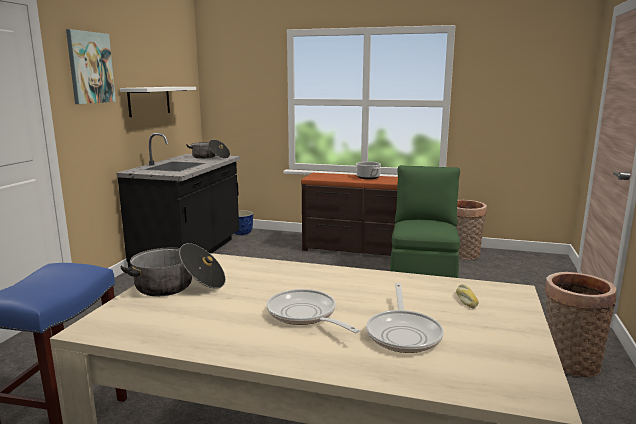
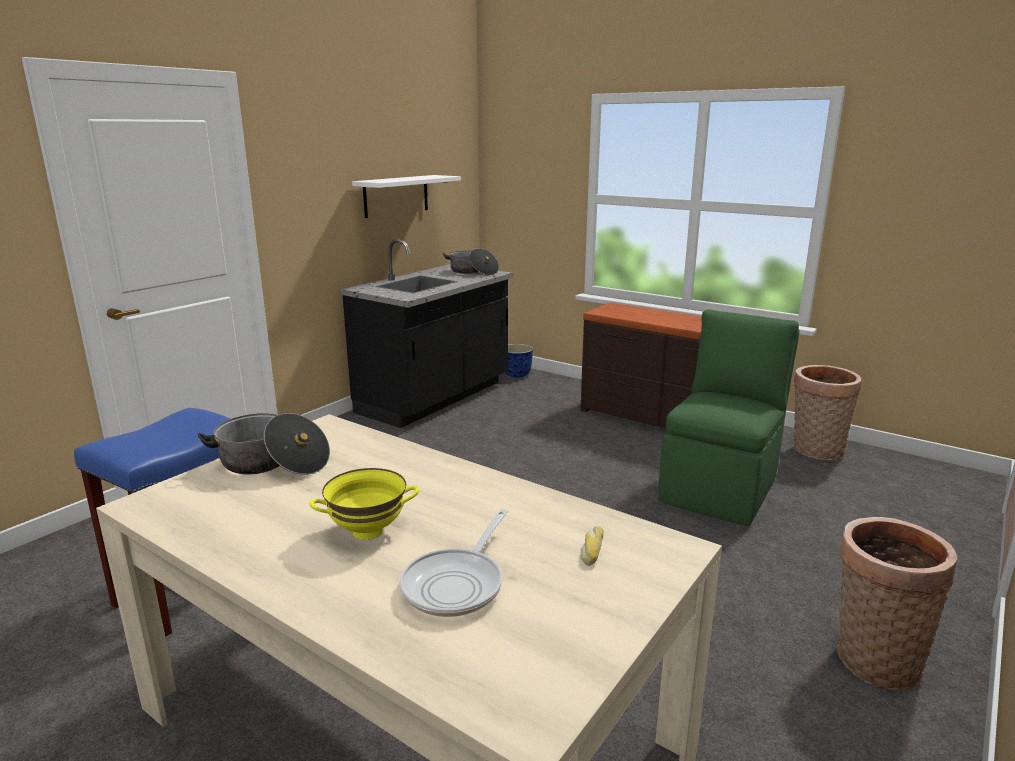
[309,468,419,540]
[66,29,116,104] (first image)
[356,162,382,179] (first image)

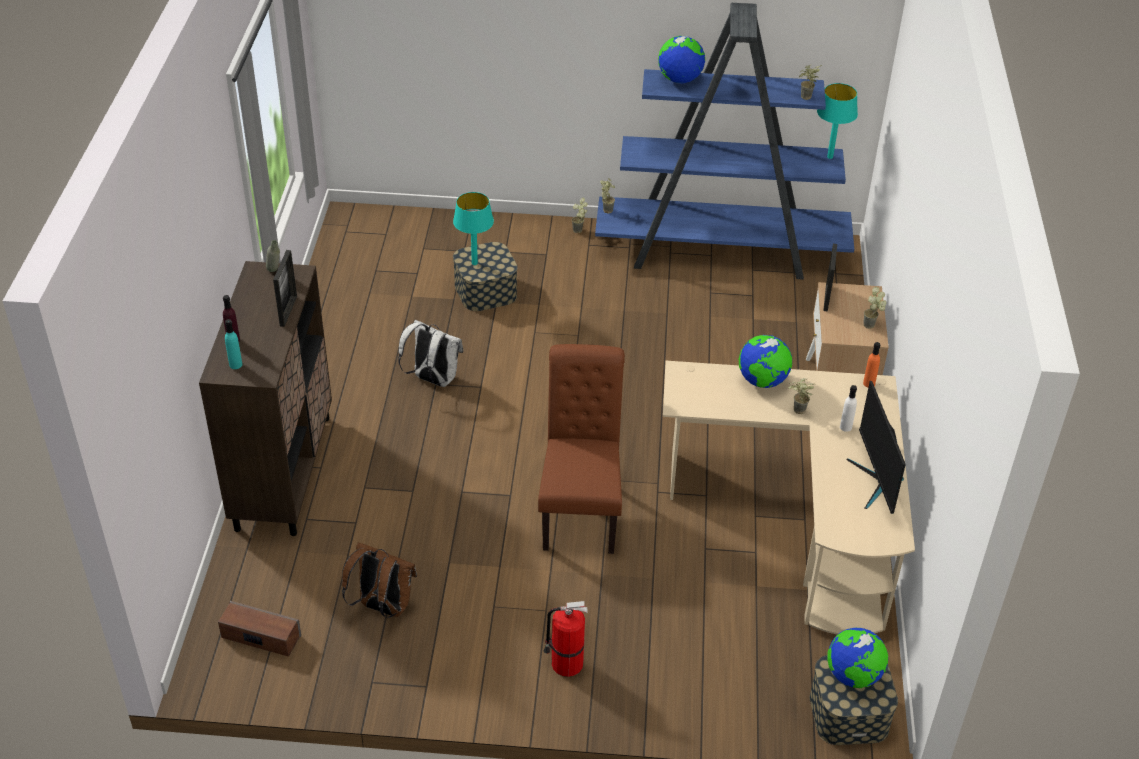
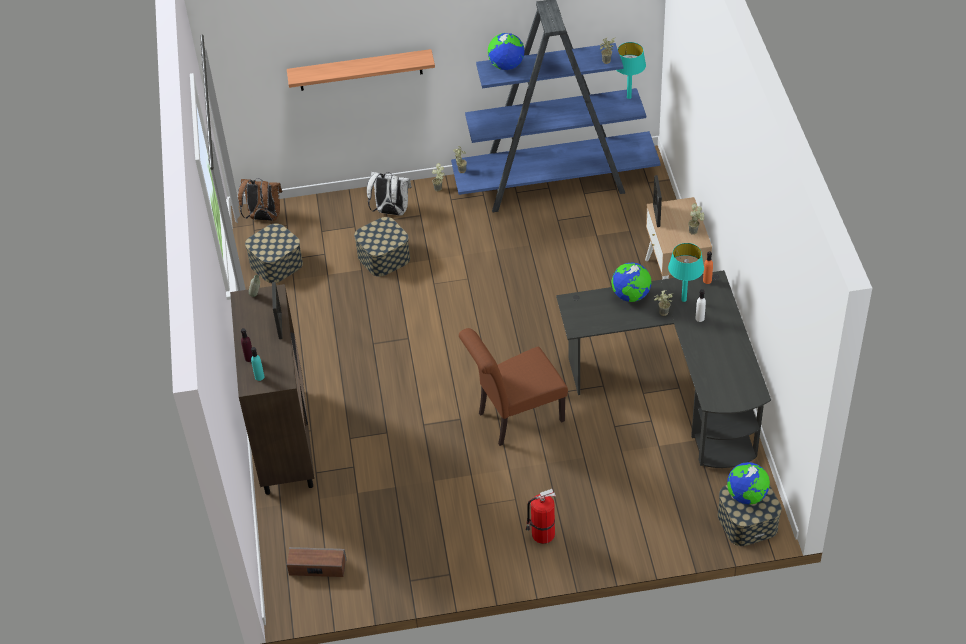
[238,178,282,221]
[245,223,303,283]
[287,49,435,91]
[367,172,411,216]
[459,328,568,446]
[556,270,771,468]
[668,243,704,302]
[847,381,906,514] (first image)

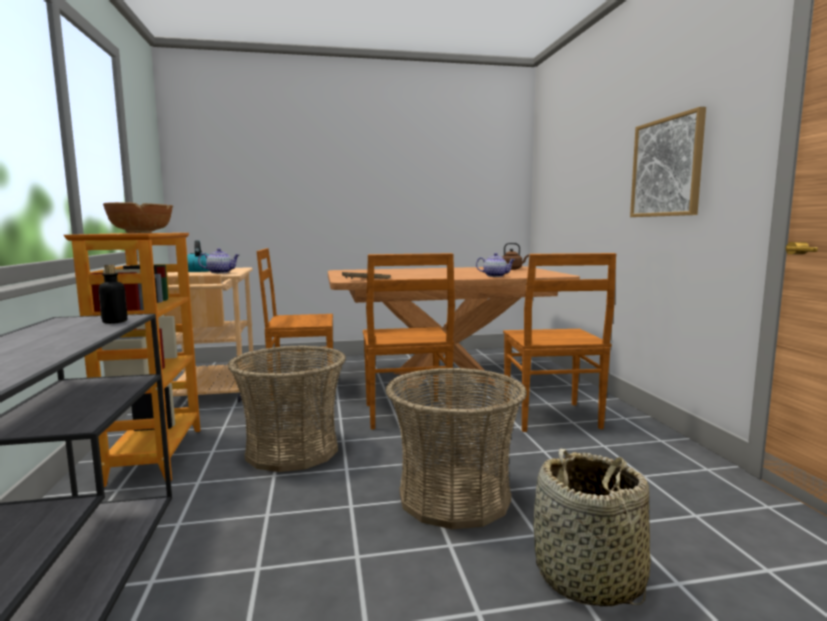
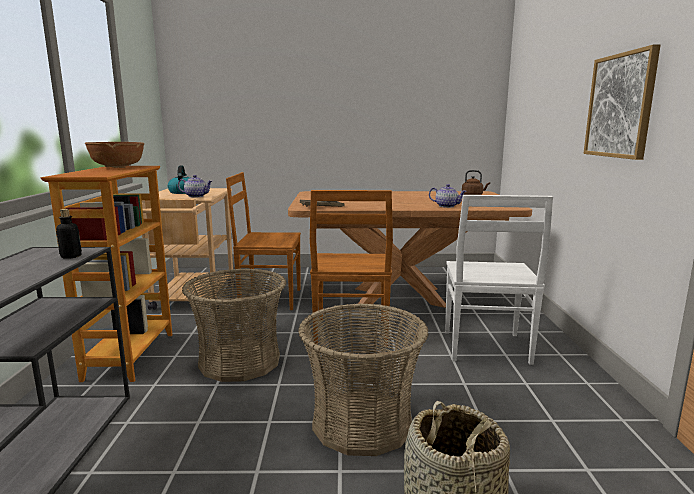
[445,195,553,365]

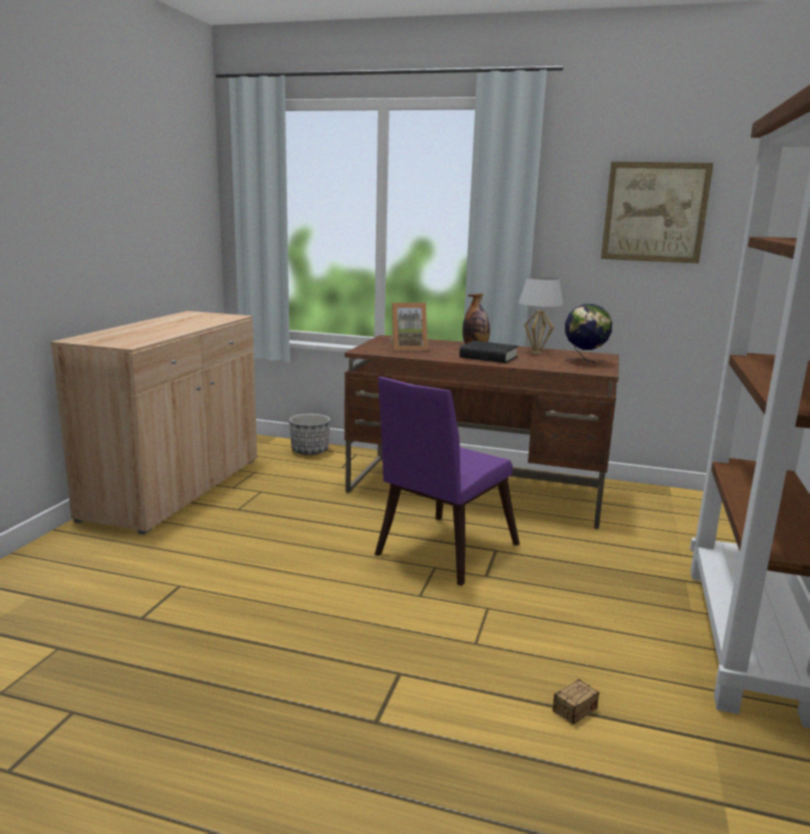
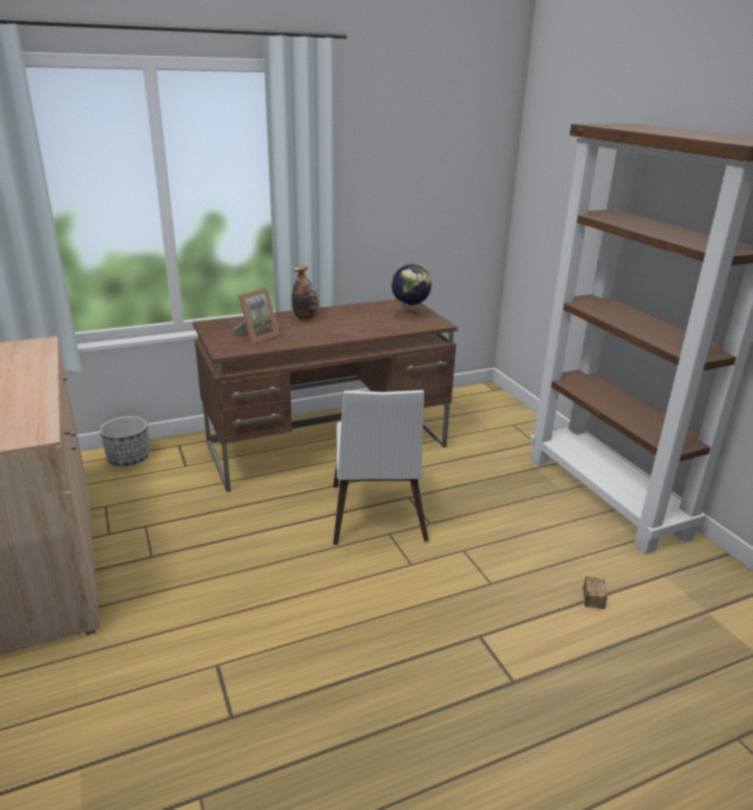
[333,390,429,545]
[459,341,518,363] (first image)
[518,277,564,354] (first image)
[601,162,713,264] (first image)

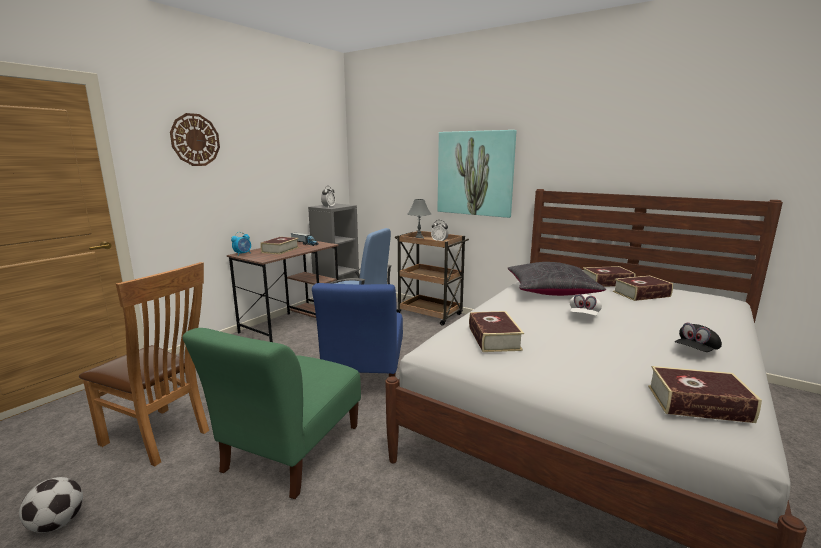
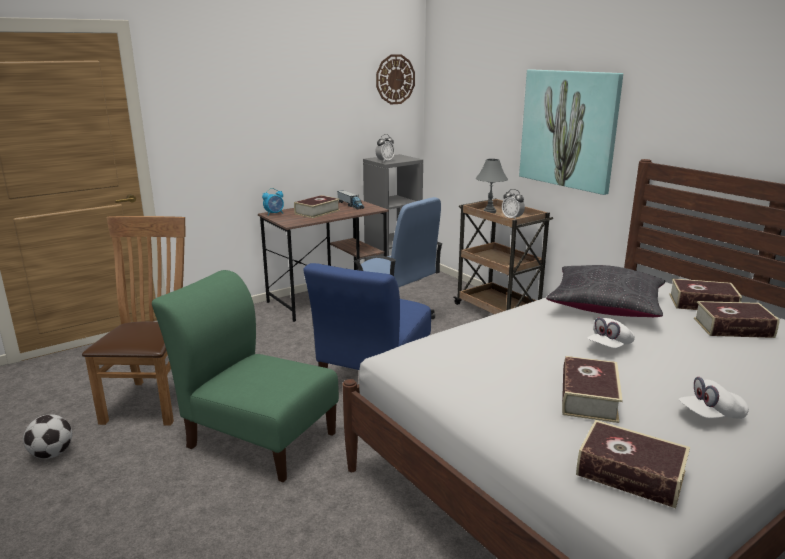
[82,216,186,426]
[152,270,339,483]
[376,54,415,105]
[562,356,623,423]
[679,377,749,419]

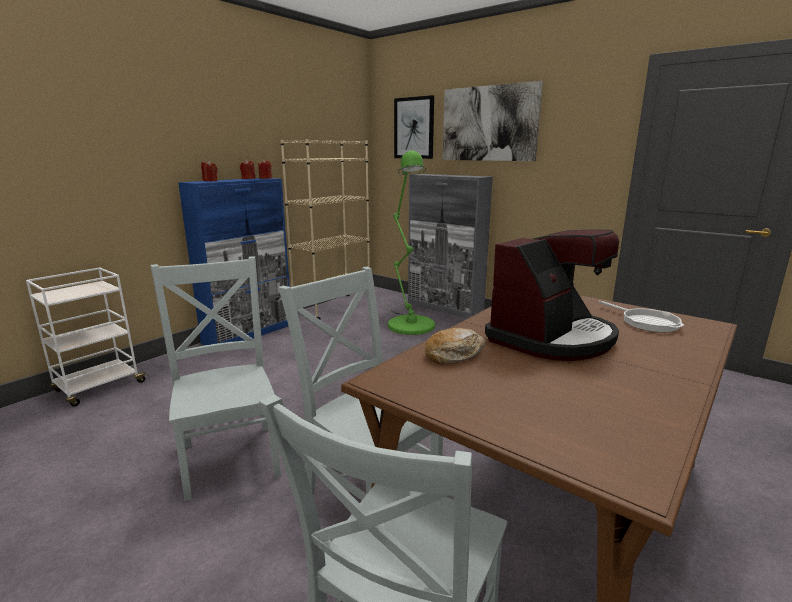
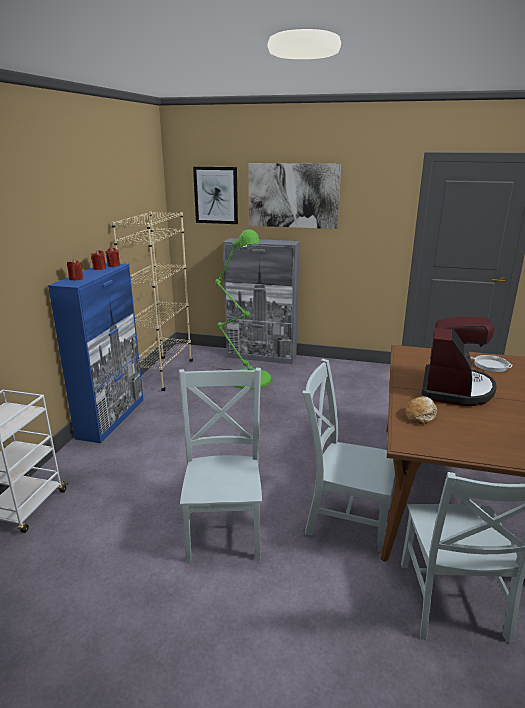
[179,368,262,562]

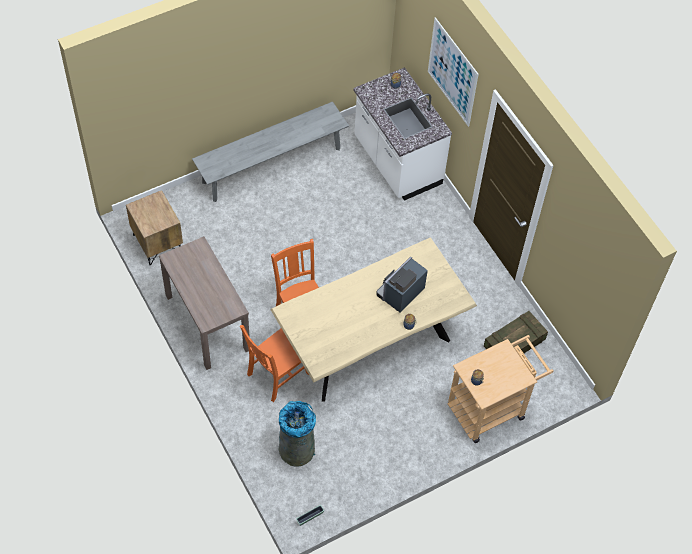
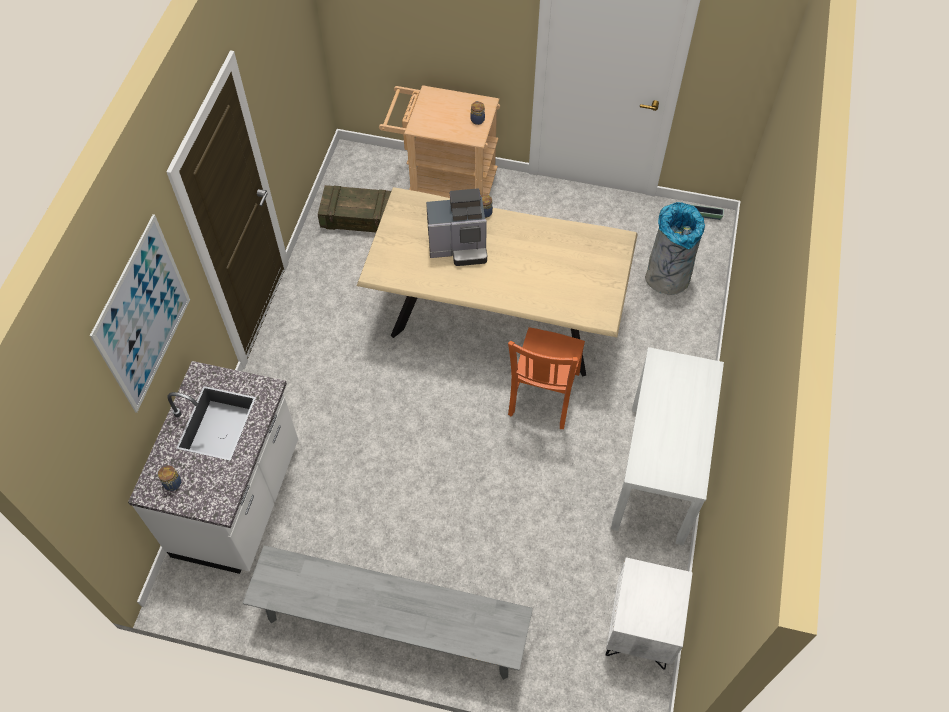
[606,557,693,670]
[611,347,724,545]
[240,325,309,402] (first image)

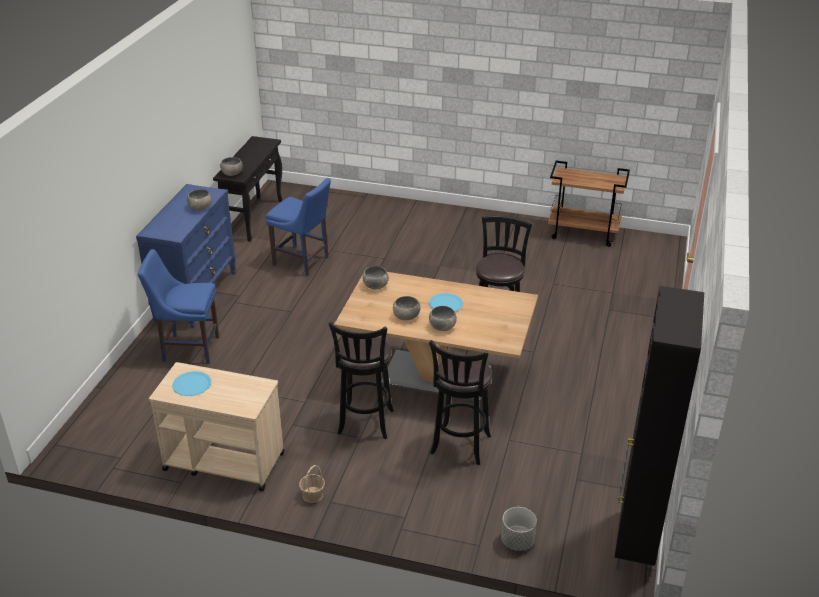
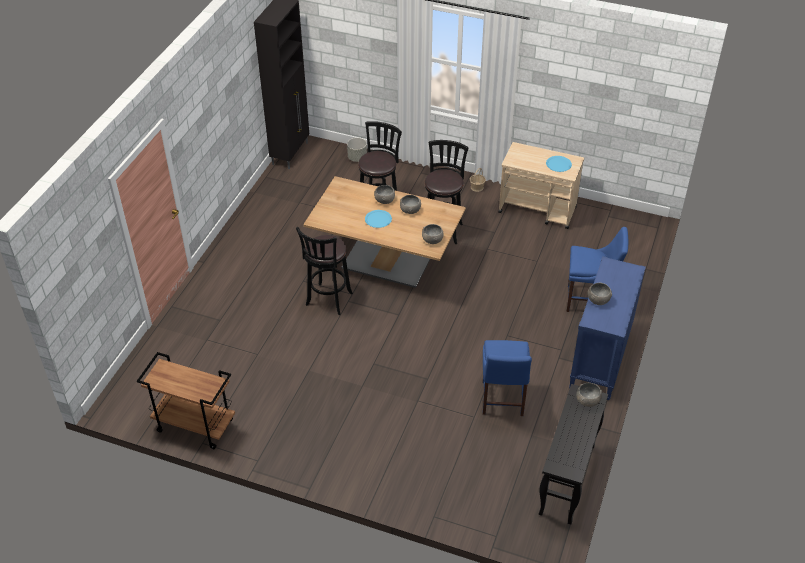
[483,340,532,416]

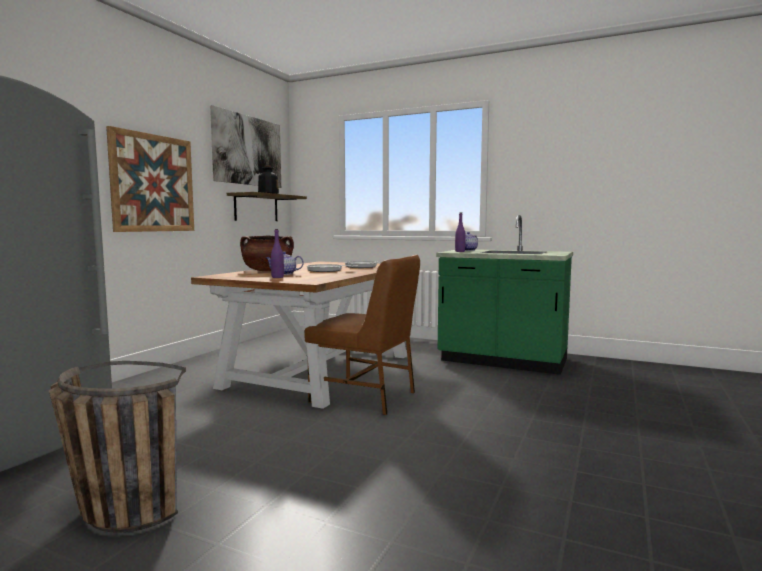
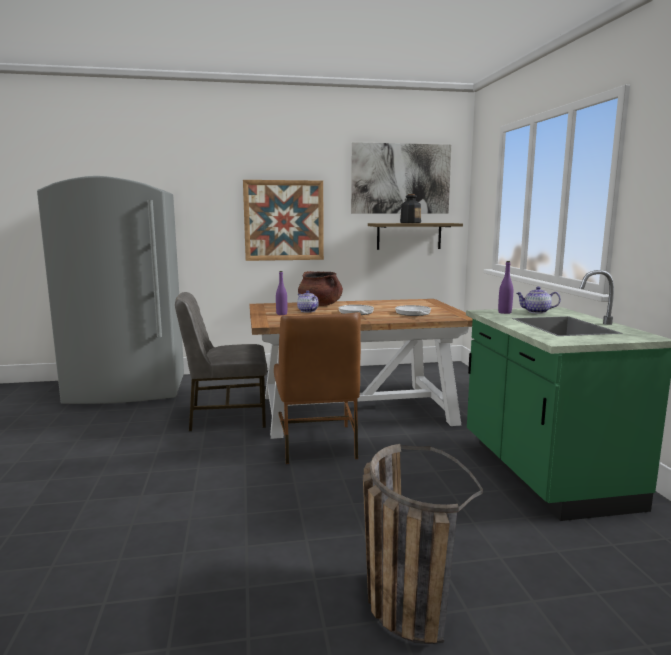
[175,292,267,432]
[363,444,483,644]

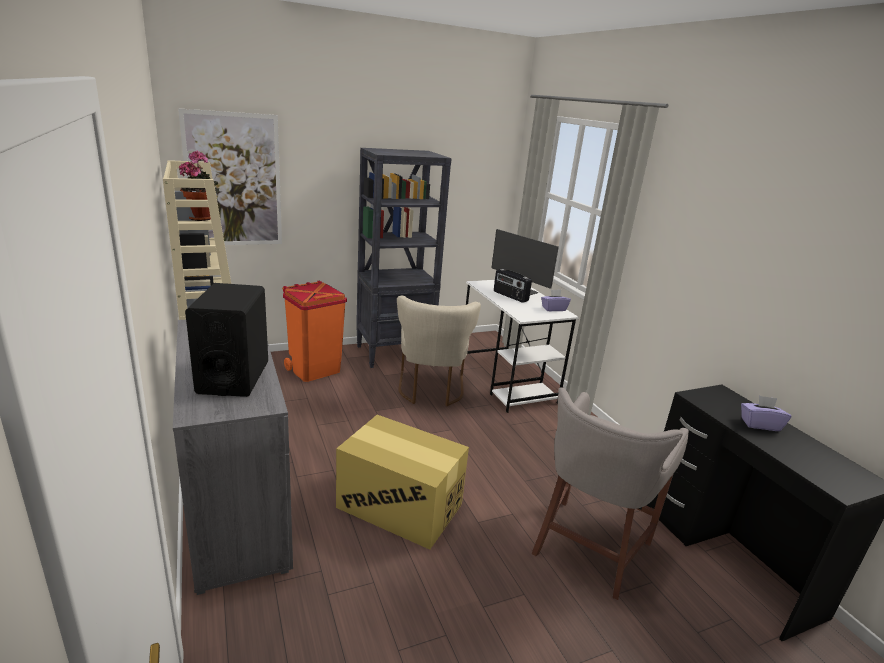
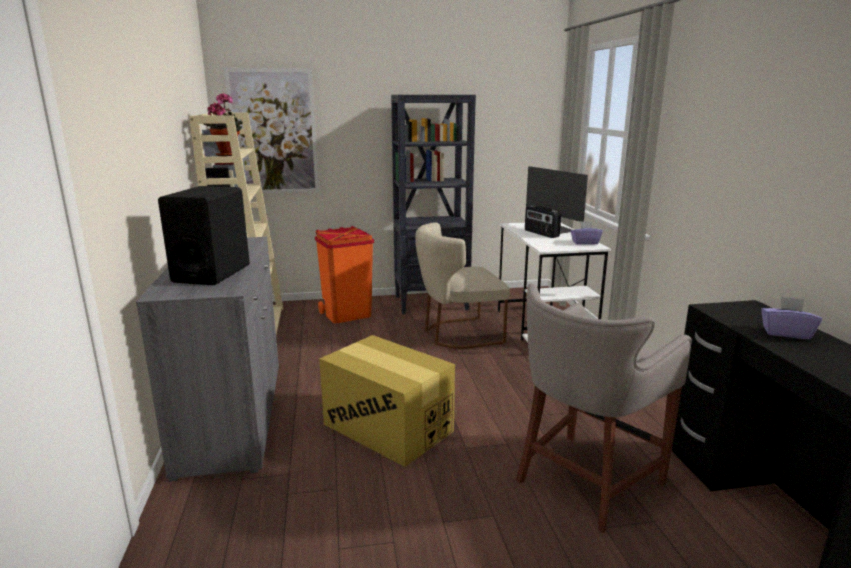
[415,222,510,349]

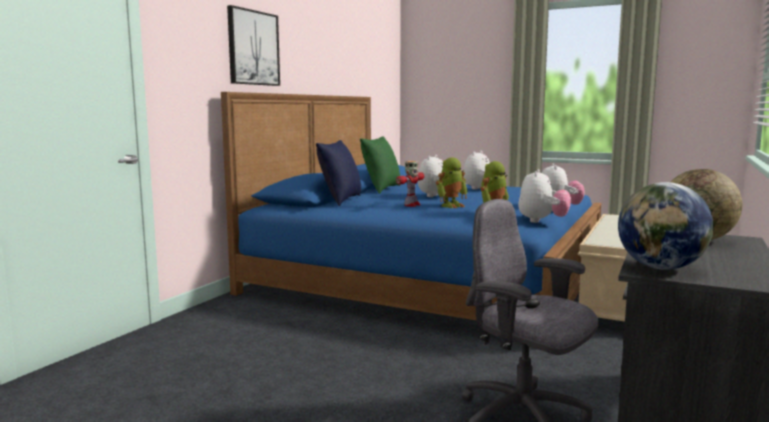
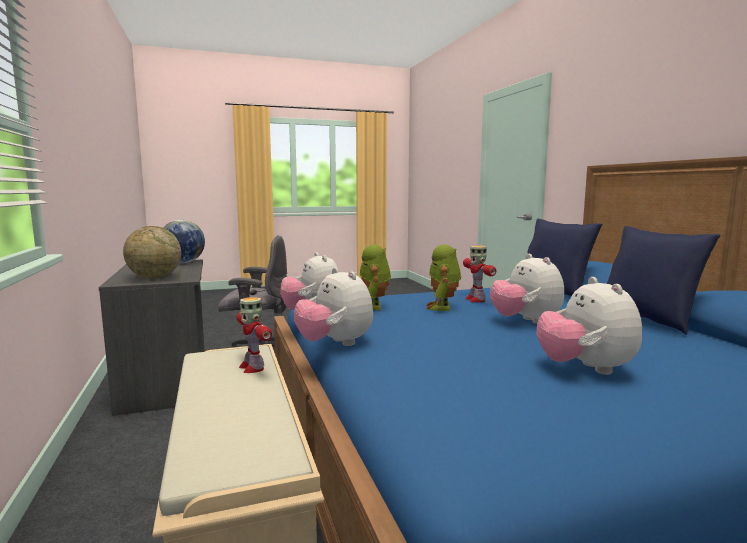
[237,297,272,373]
[607,226,721,335]
[227,5,280,86] (first image)

